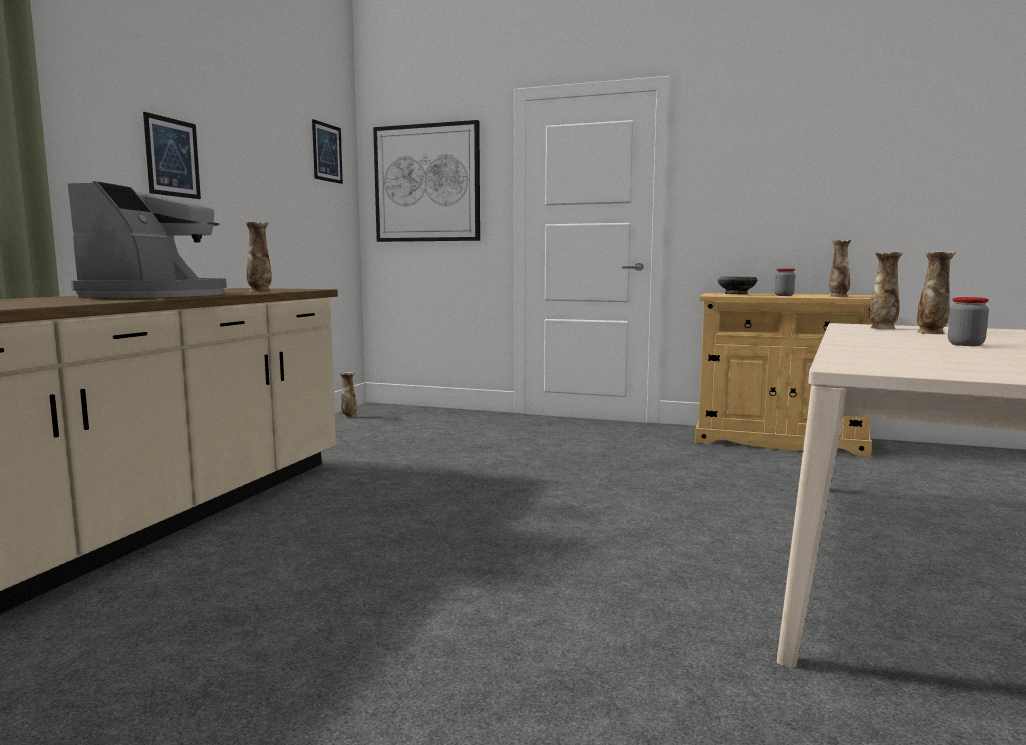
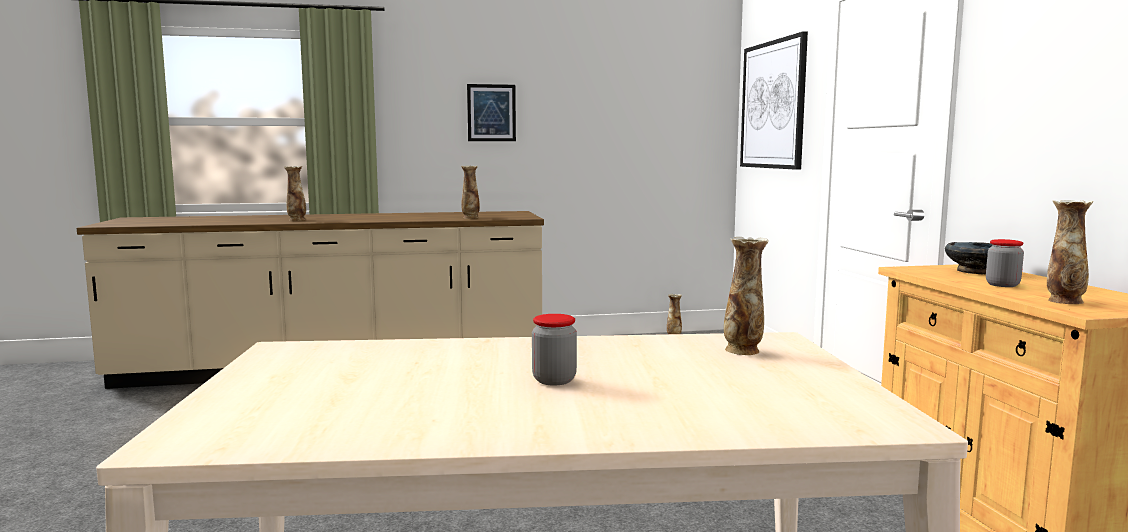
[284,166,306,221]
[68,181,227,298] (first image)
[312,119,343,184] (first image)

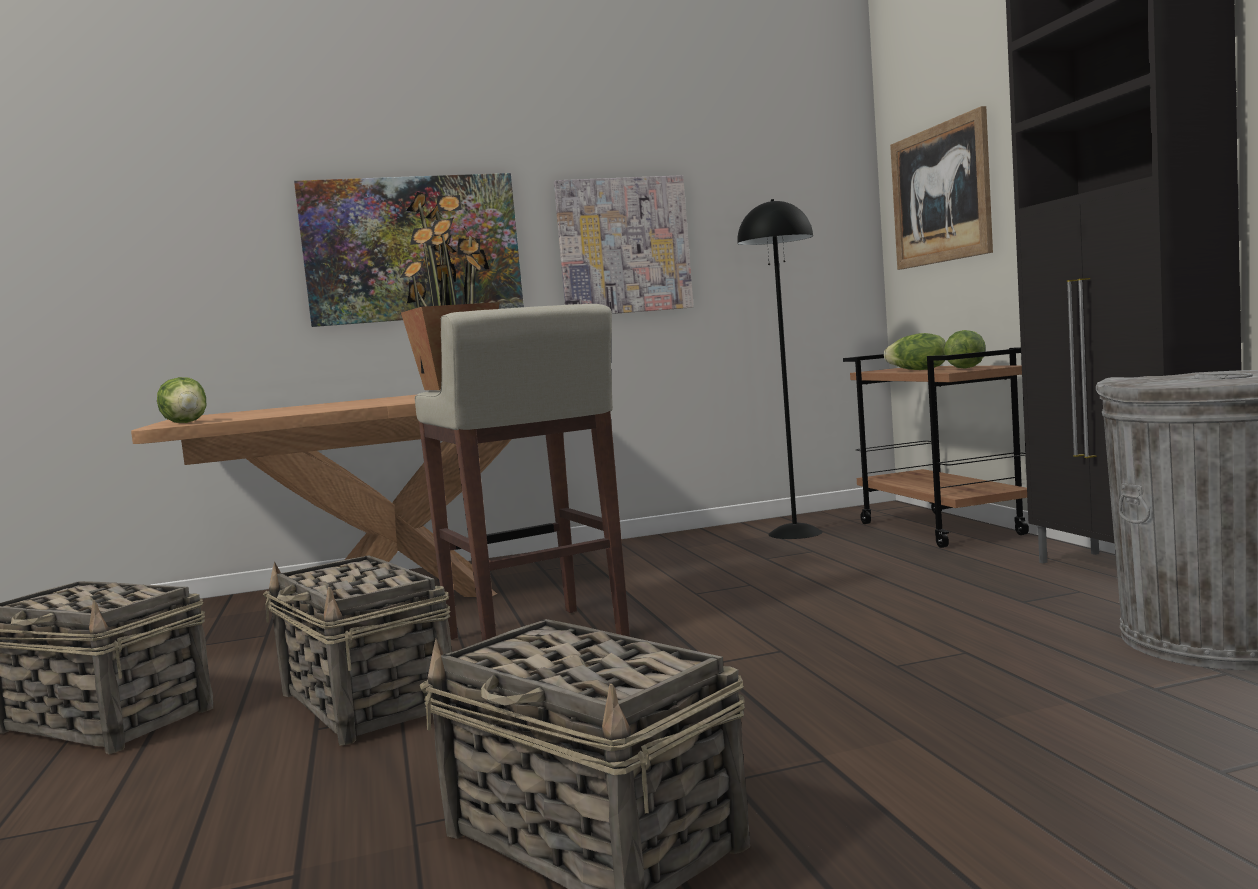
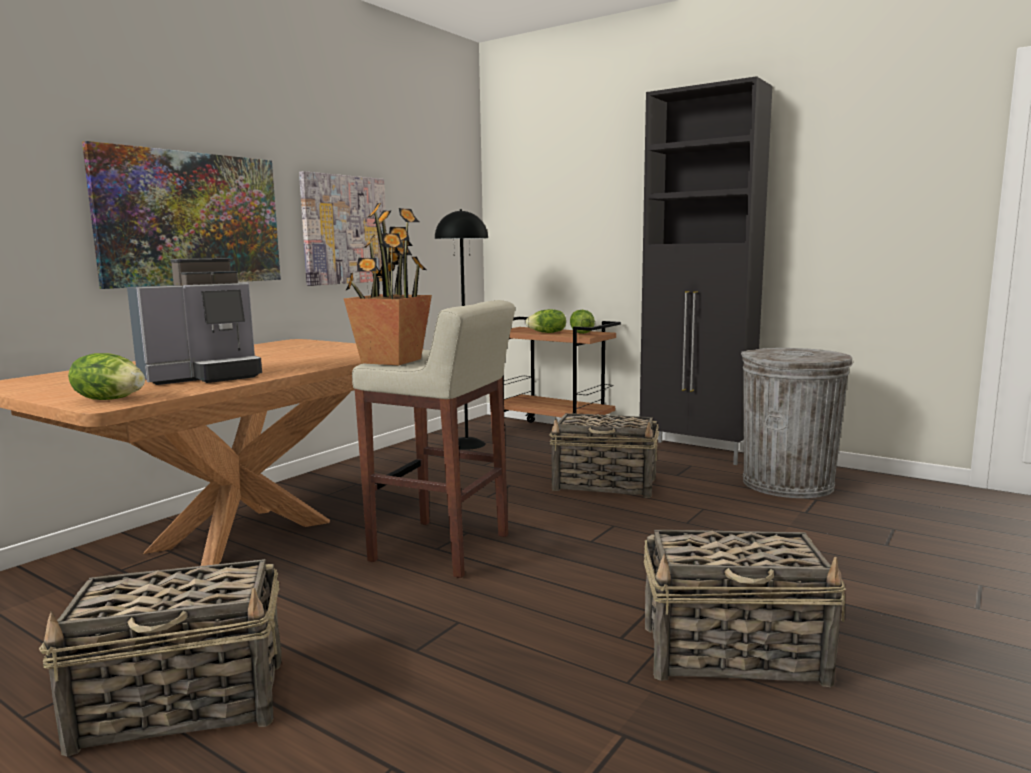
[127,258,262,385]
[549,413,659,498]
[890,106,993,270] (first image)

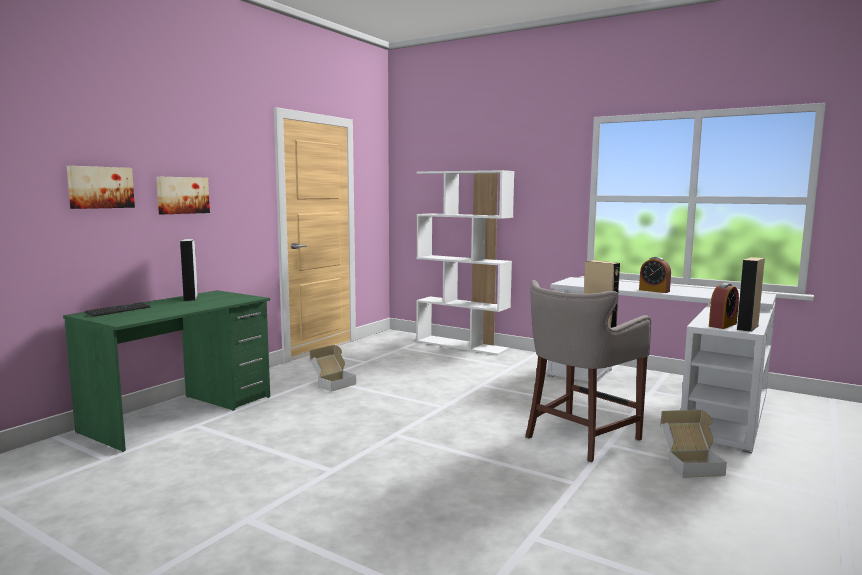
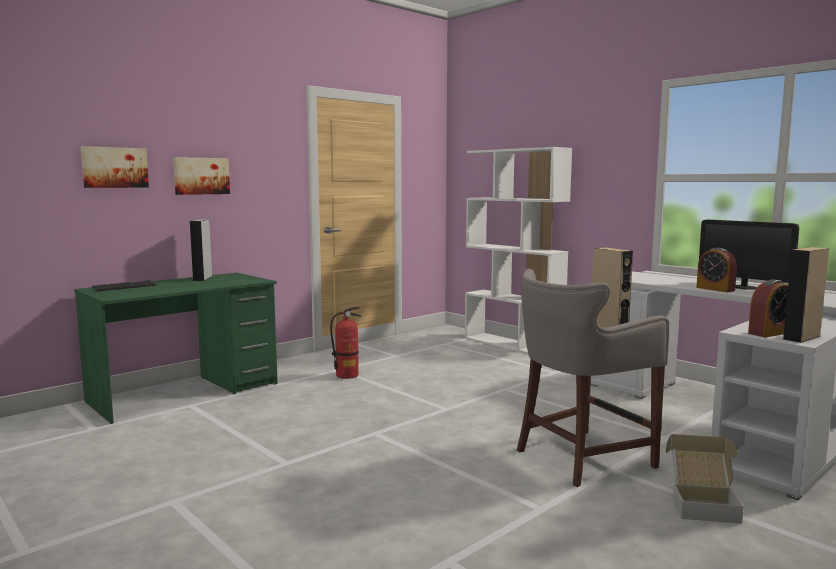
[330,307,361,379]
[699,220,799,290]

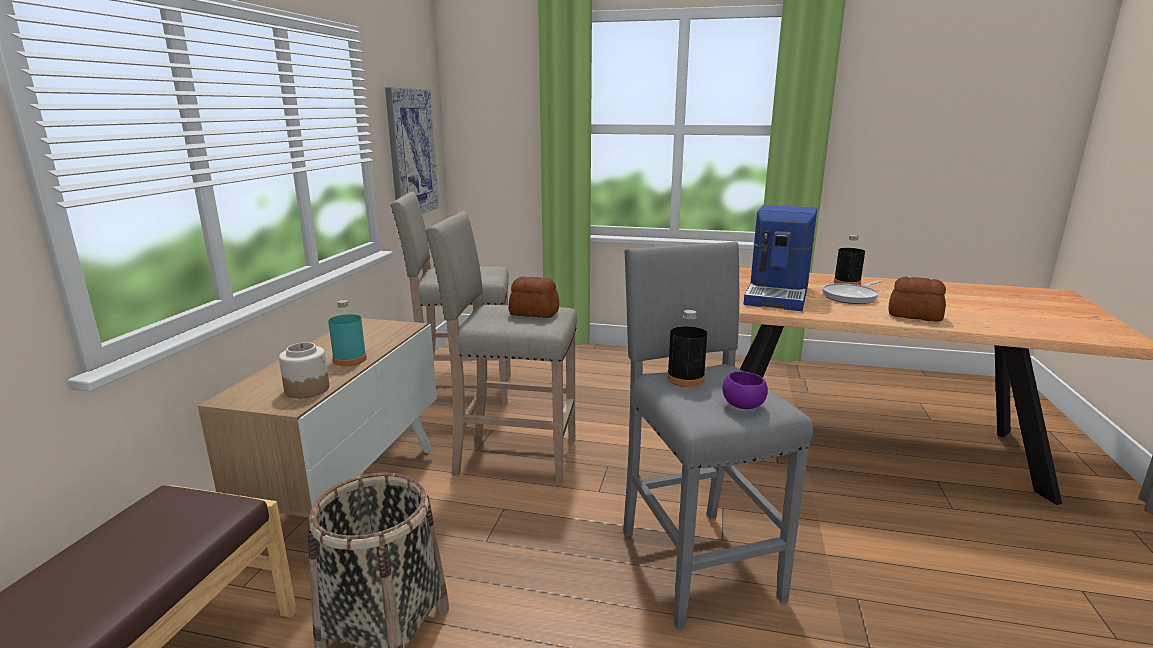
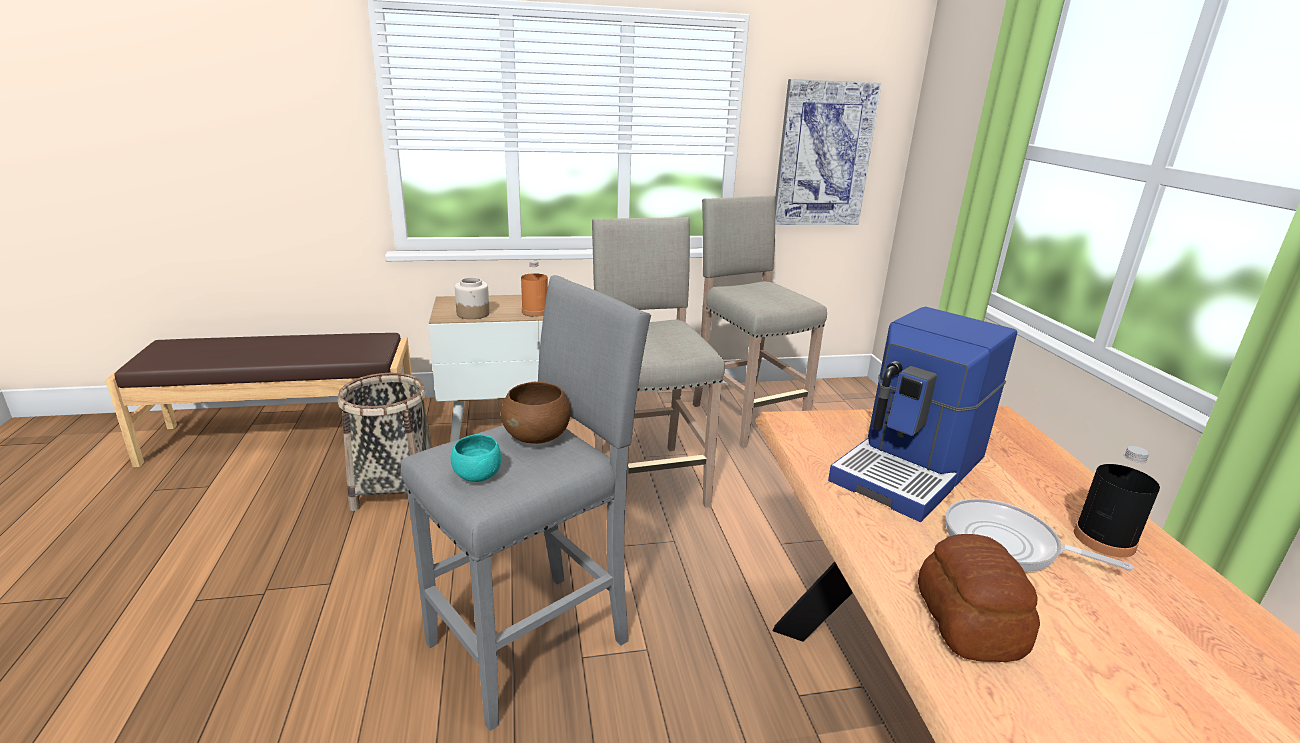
[451,434,501,482]
[501,382,571,444]
[521,261,548,317]
[828,307,1018,522]
[509,276,559,318] (first image)

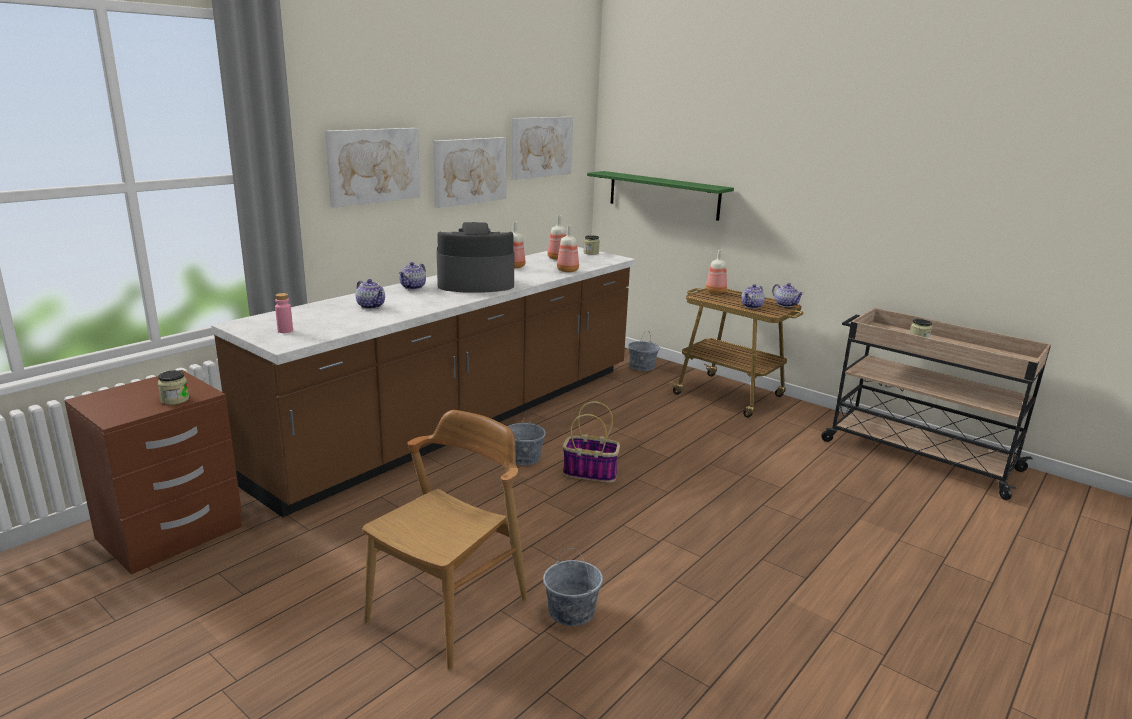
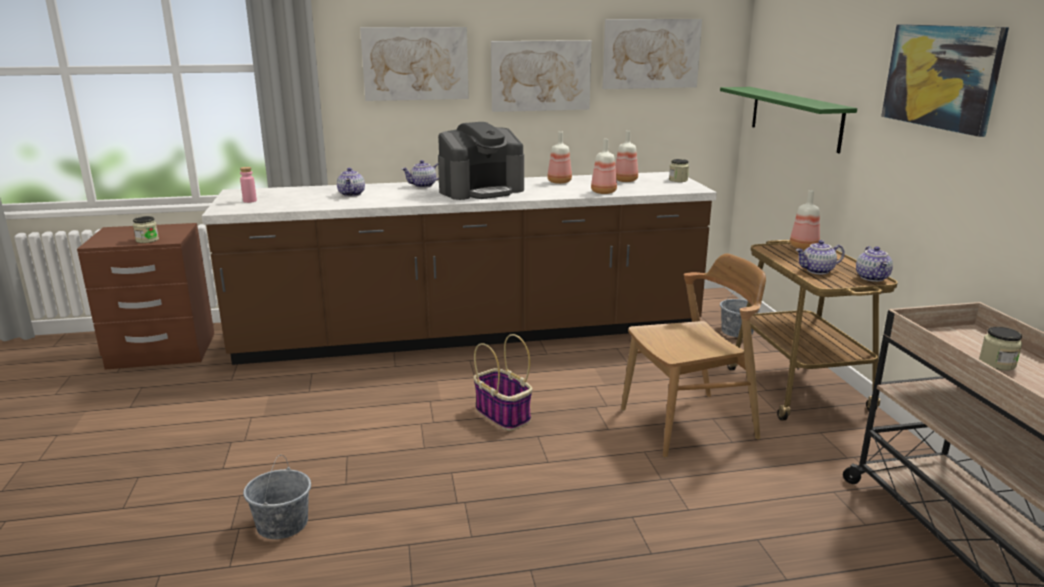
[438,122,524,200]
[621,253,766,458]
[881,24,1009,137]
[507,411,546,465] (first image)

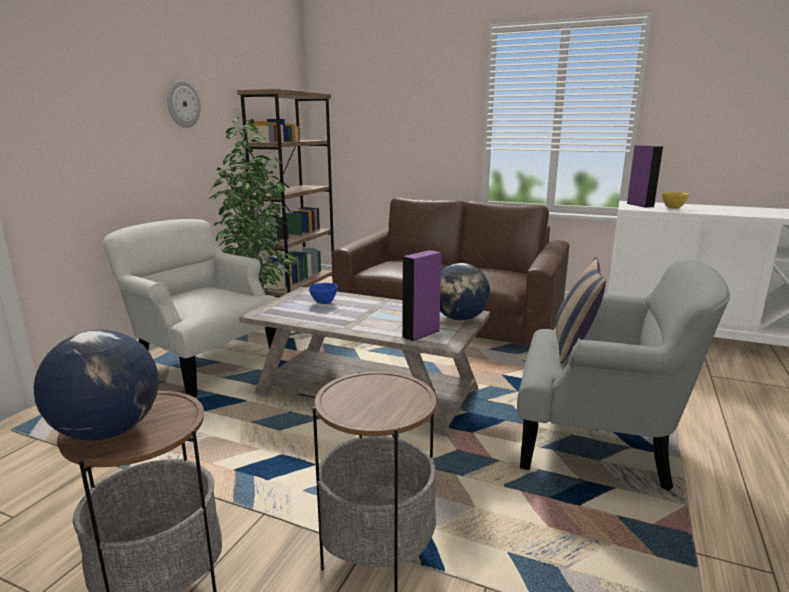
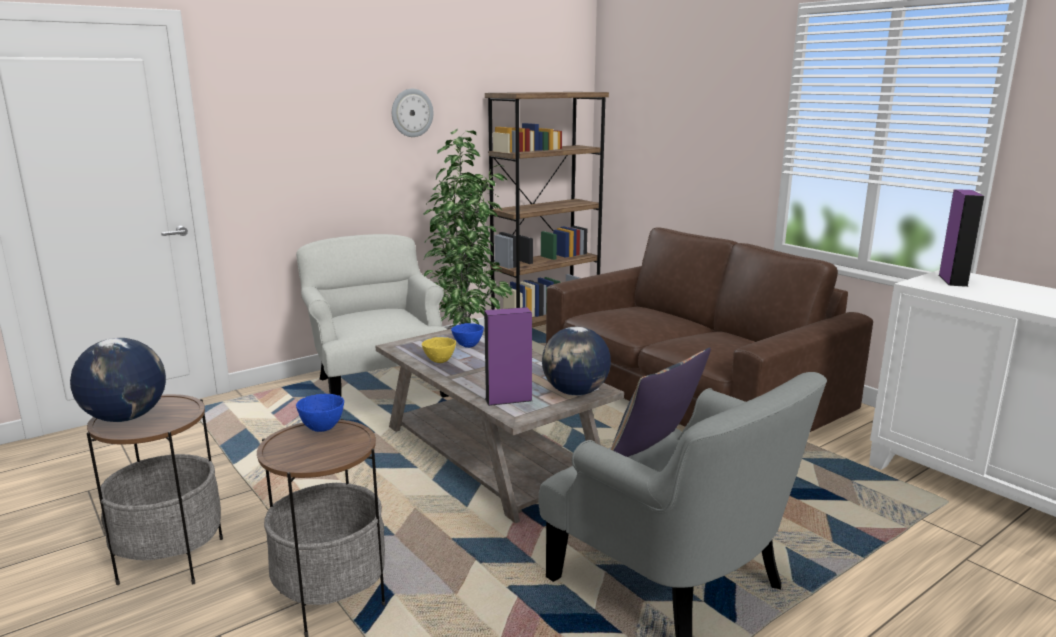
[296,394,344,432]
[422,337,456,363]

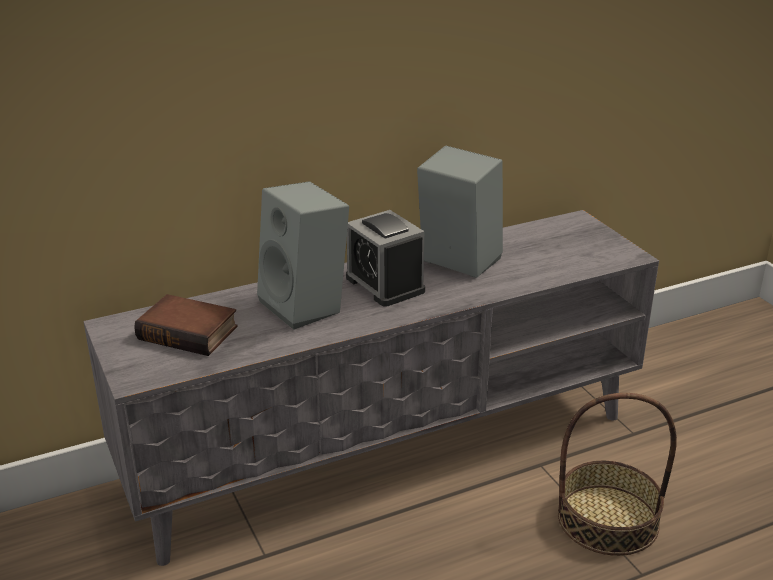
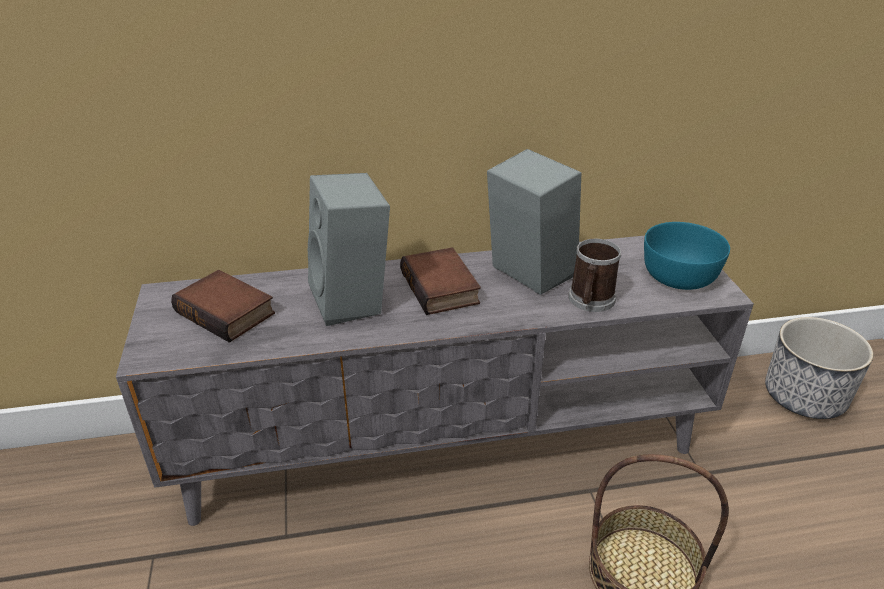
[400,247,481,315]
[568,239,621,312]
[644,222,730,290]
[765,317,873,419]

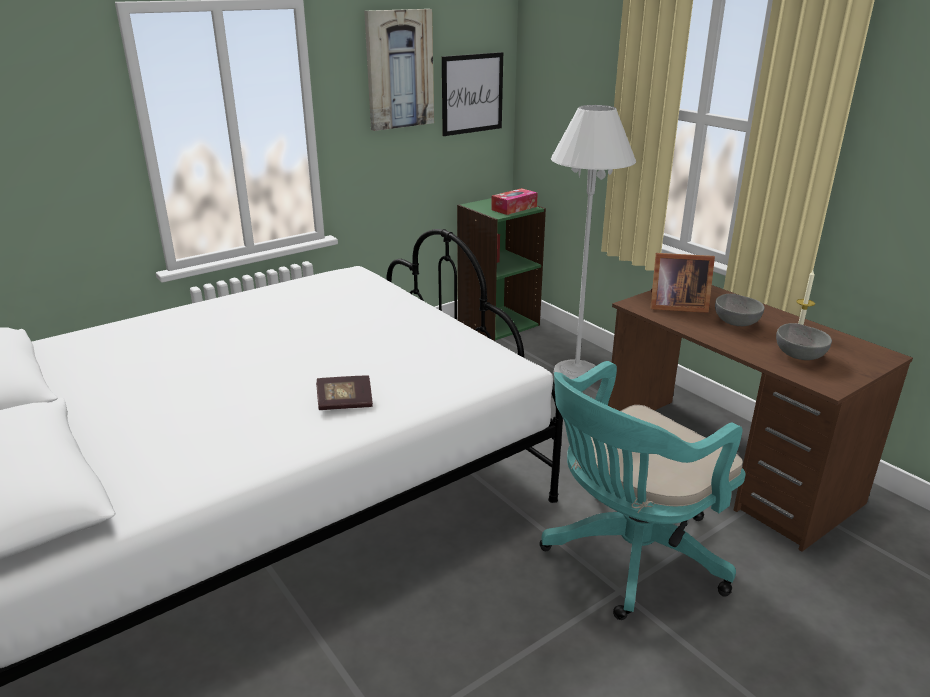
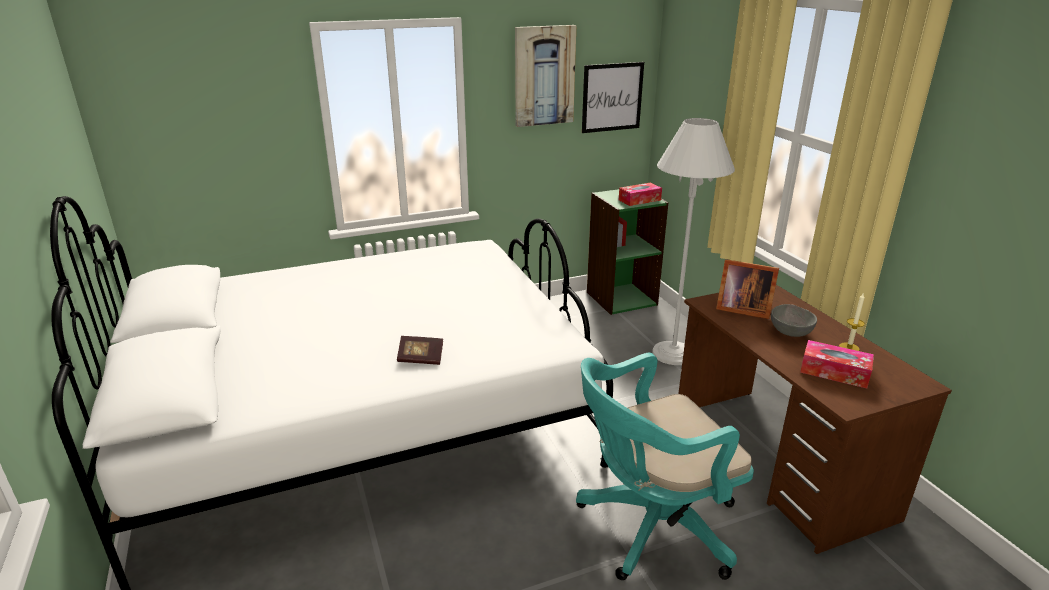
[800,340,874,389]

